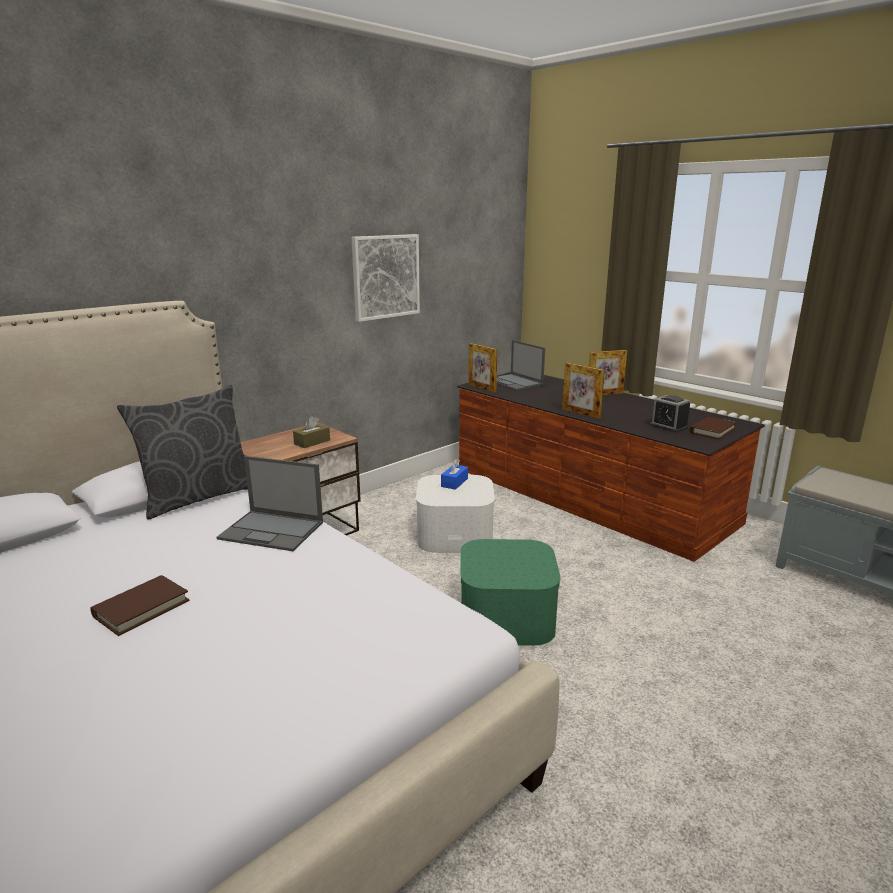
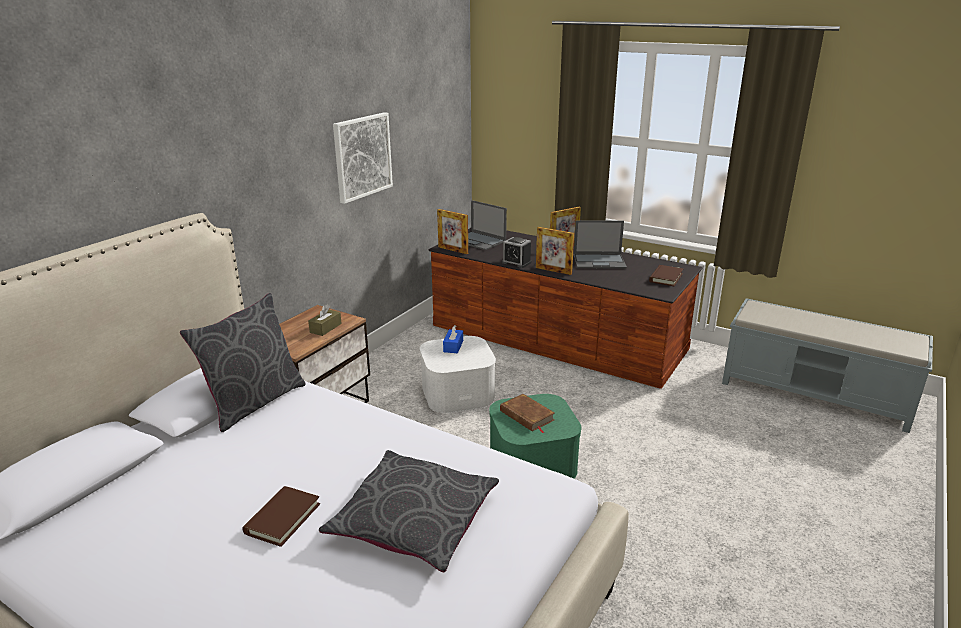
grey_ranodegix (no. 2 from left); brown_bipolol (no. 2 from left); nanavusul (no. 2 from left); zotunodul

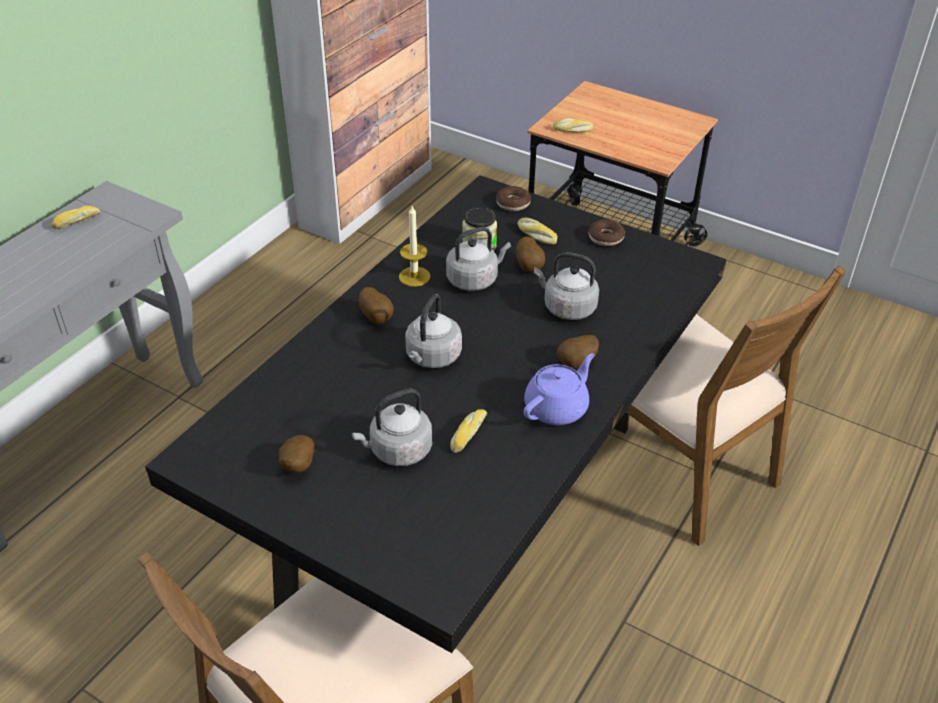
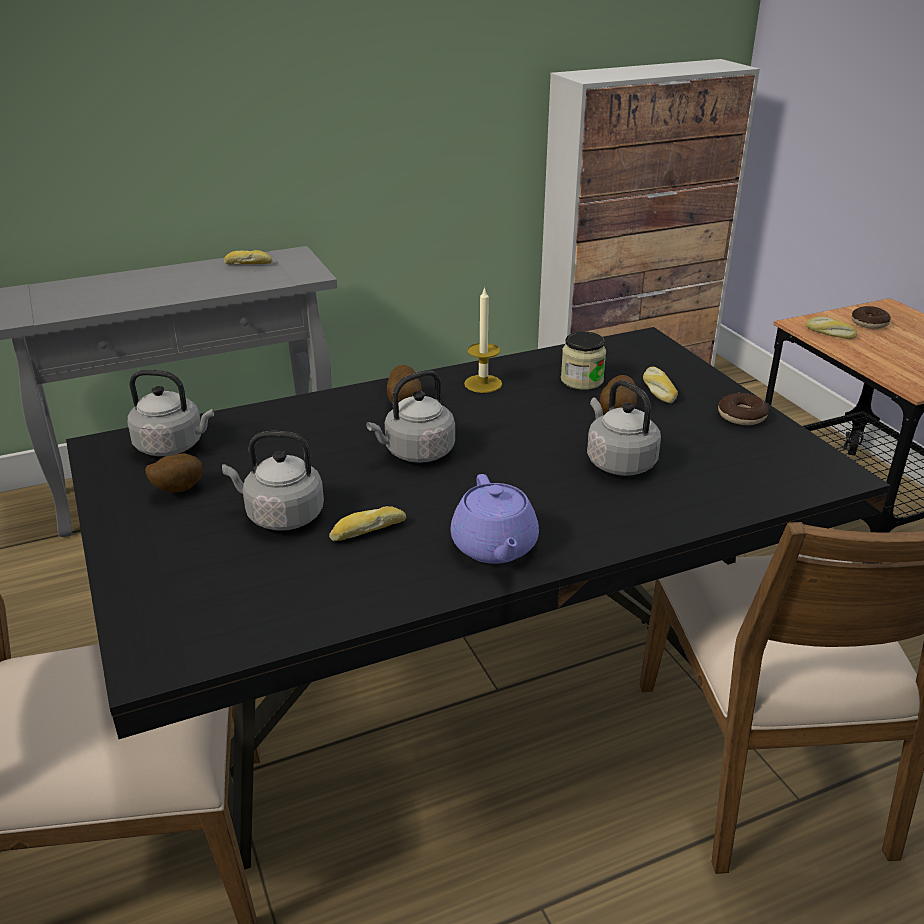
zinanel (no. 4 from left in the first image); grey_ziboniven (no. 1 from left); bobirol (no. 2 from left); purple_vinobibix

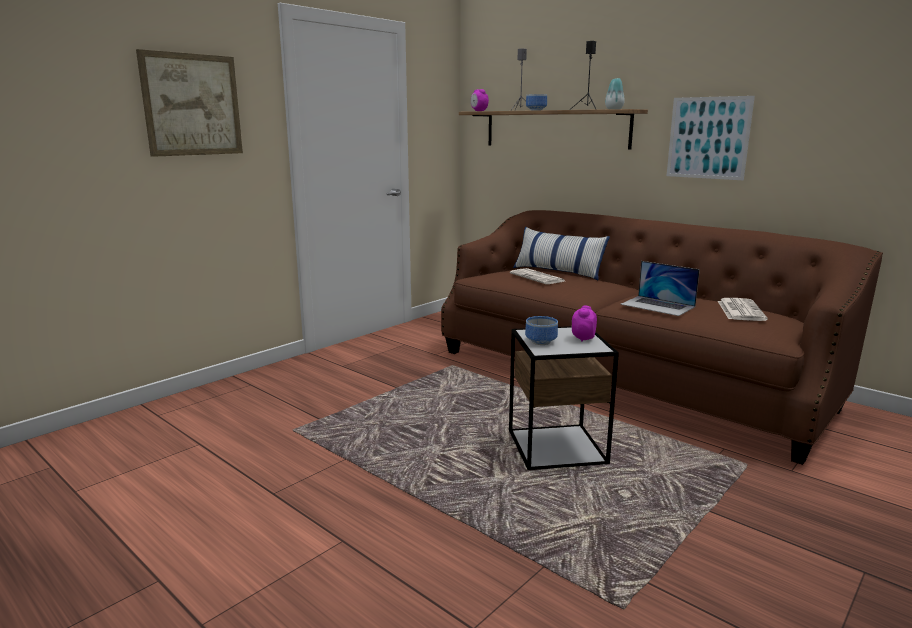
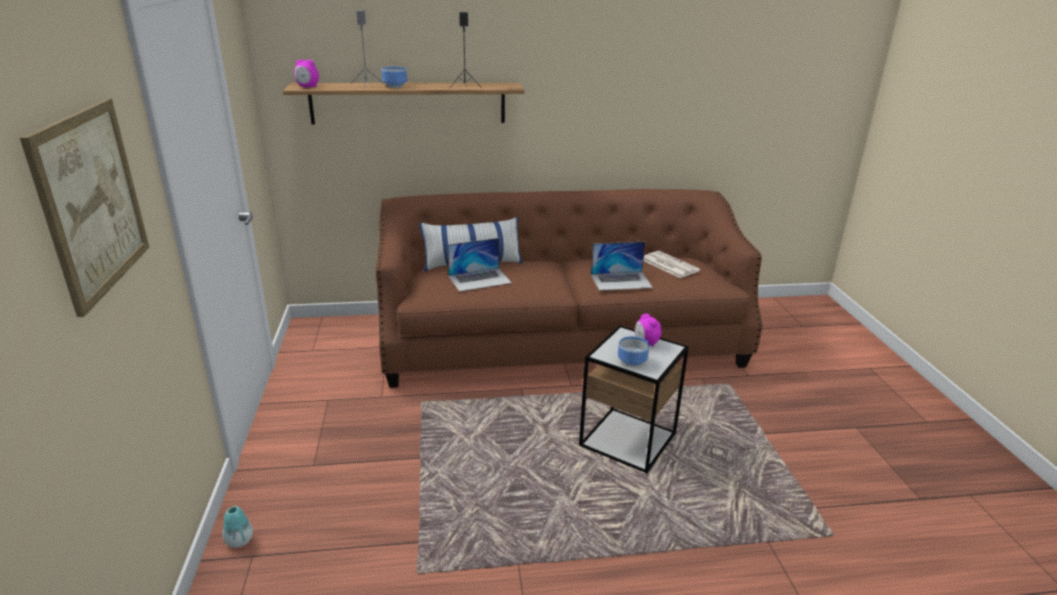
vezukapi (no. 2 from left in the first image); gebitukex; nanavusul (no. 1 from left)

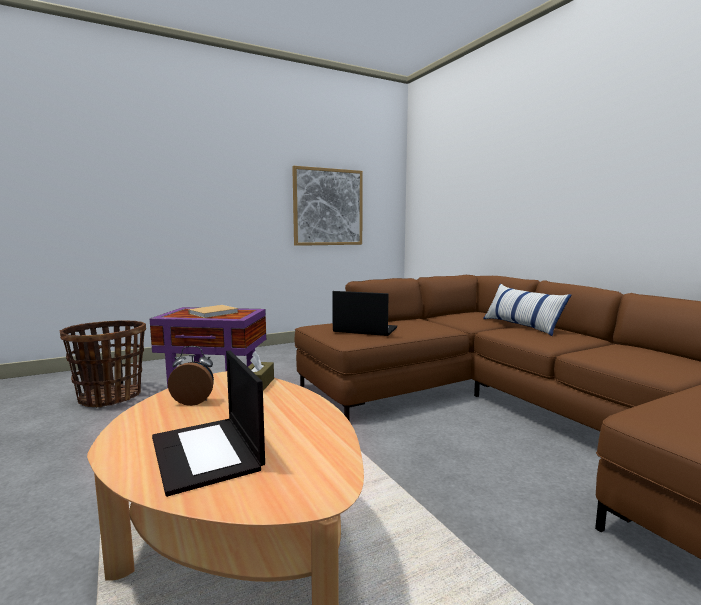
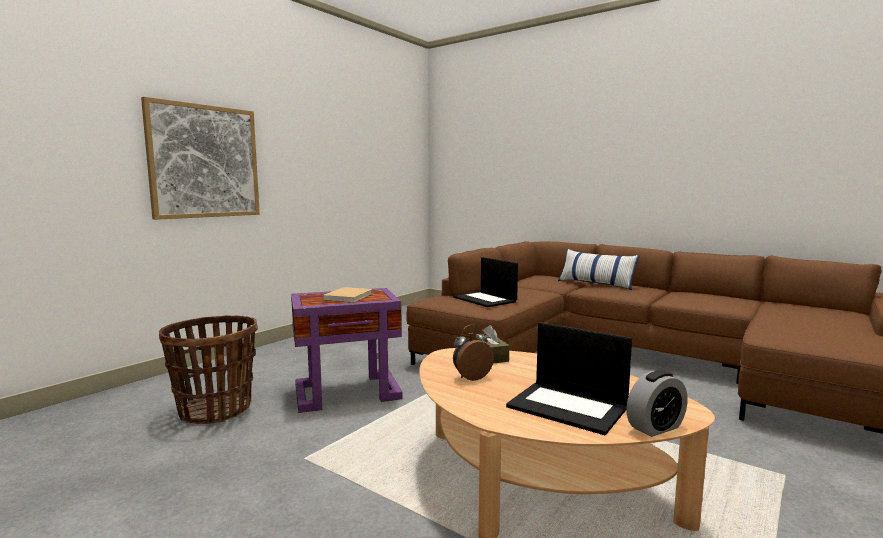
zotunodul (no. 2 from left); vezukapi; nanavusul (no. 1 from left)

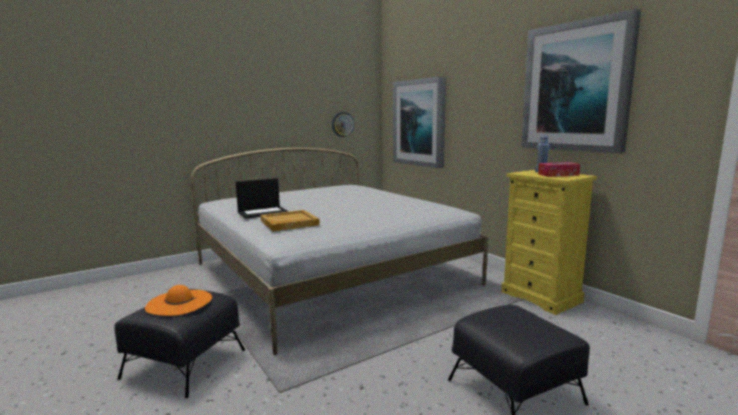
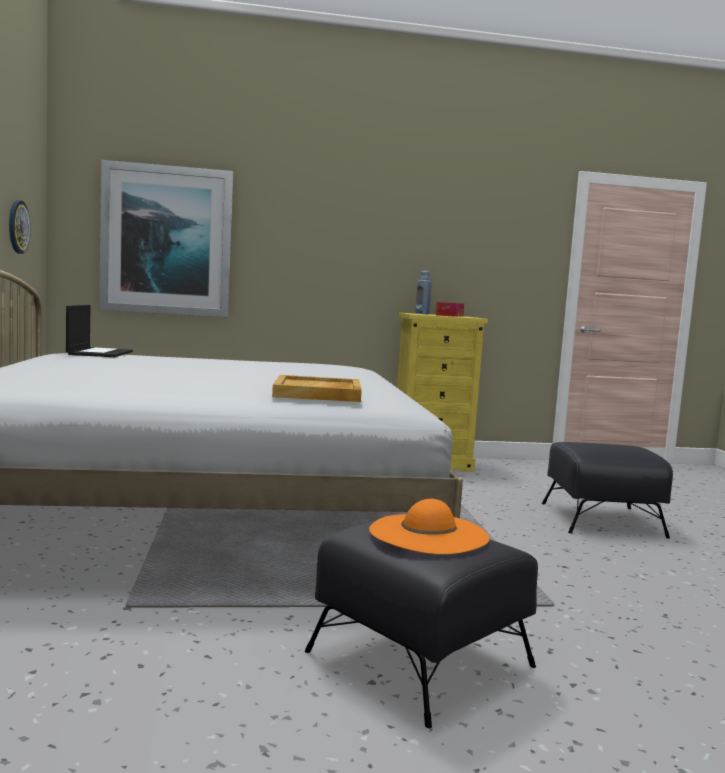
vezukapi (no. 2 from left in the first image); nanavusul

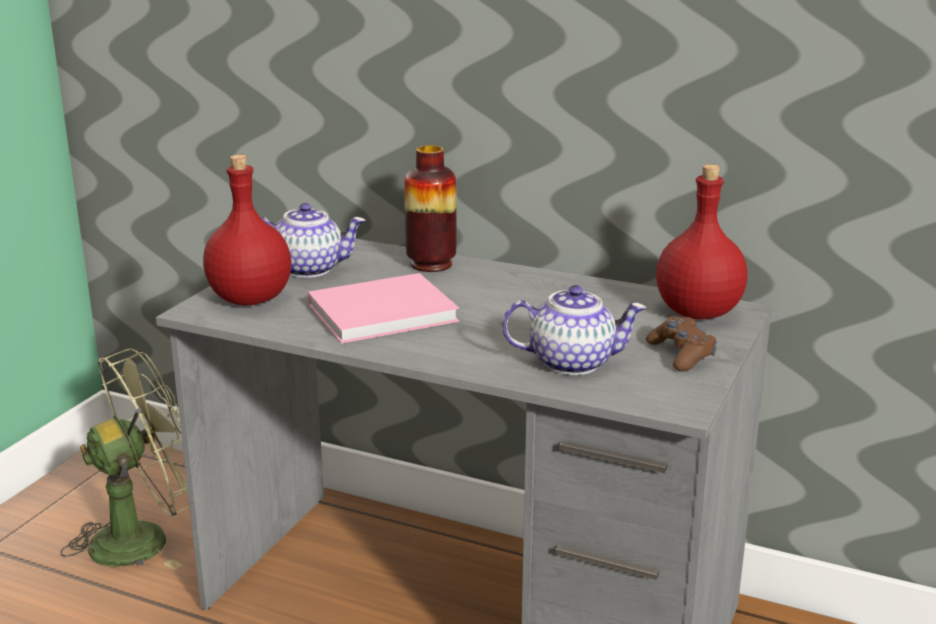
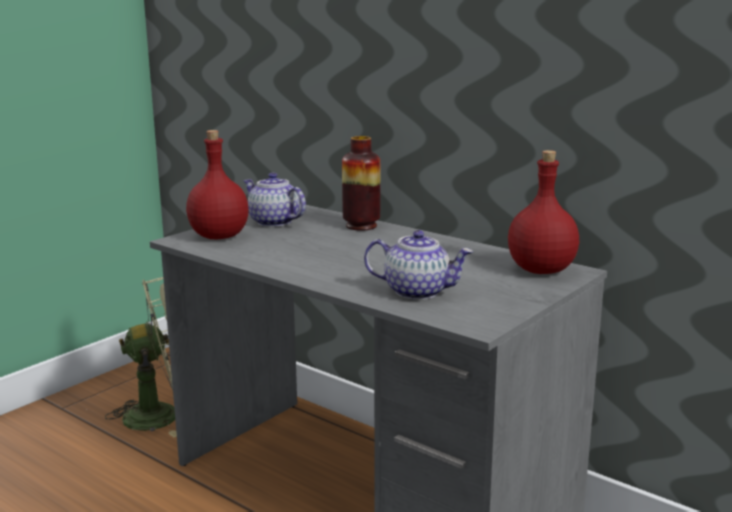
pink_bipolol; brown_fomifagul; vinobibix (no. 1 from left)

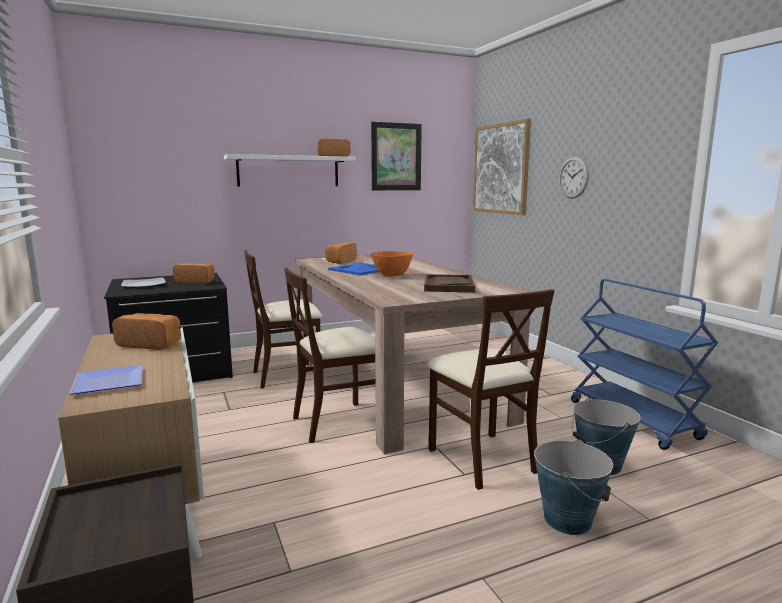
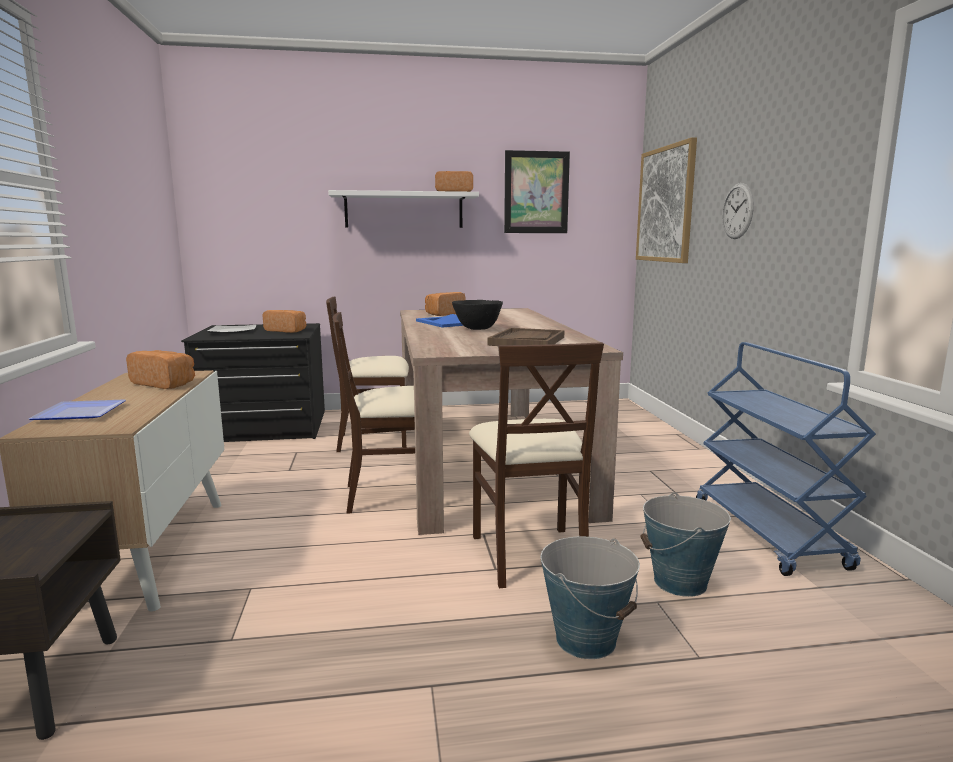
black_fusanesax

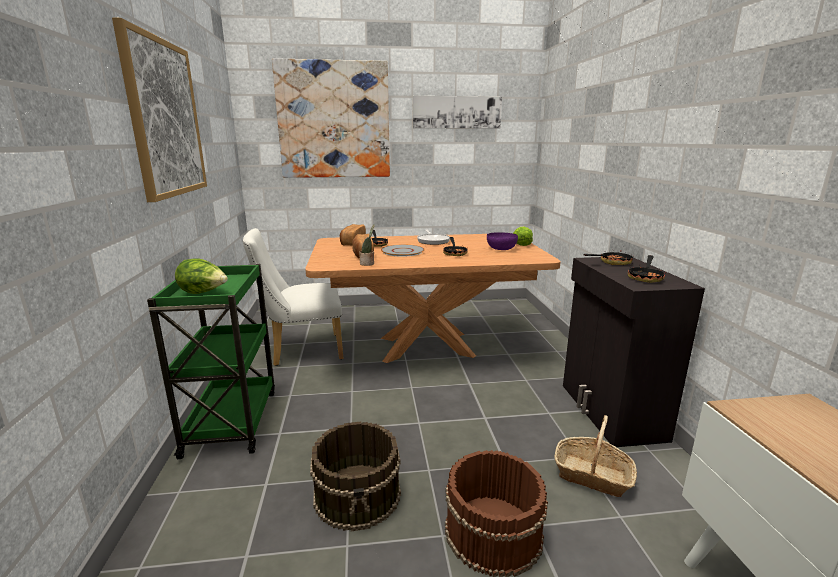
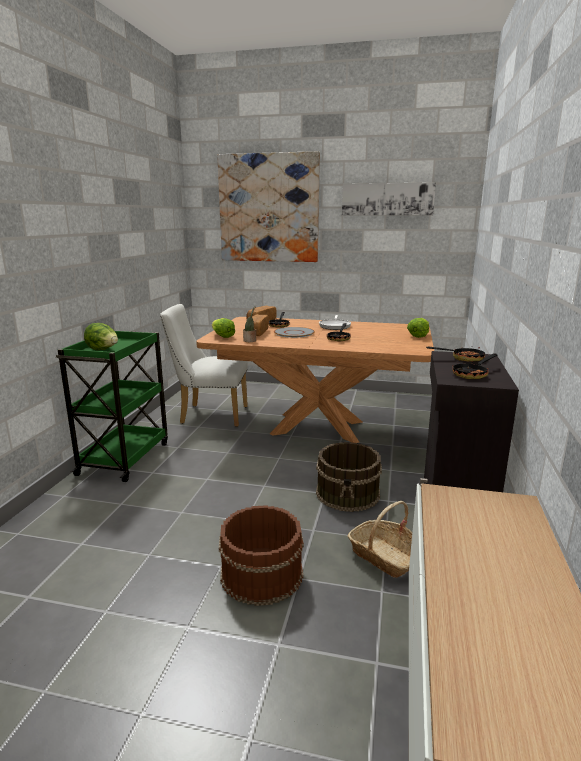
vezukapi (no. 1 from left in the first image); purple_fusanesax; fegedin (no. 2 from left); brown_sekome (no. 2 from left)

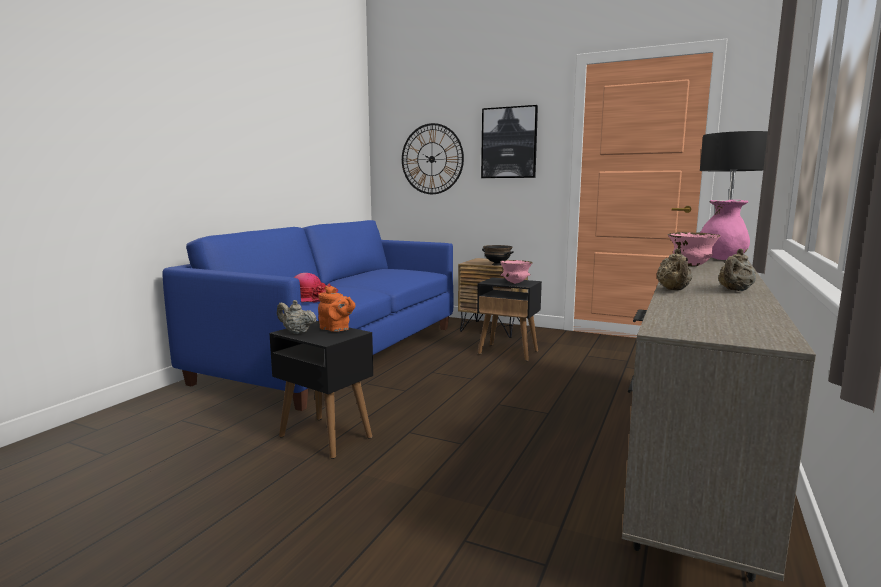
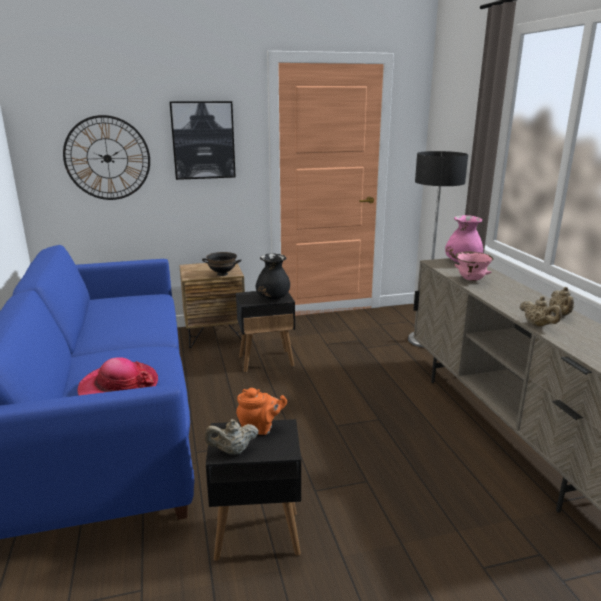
black_gebitukex

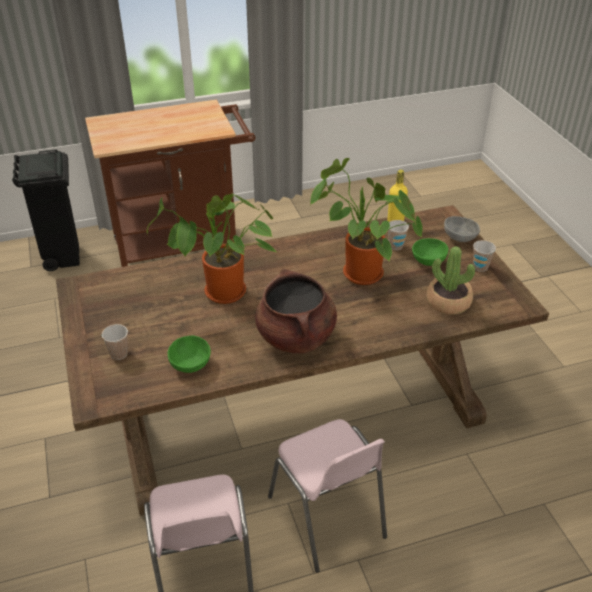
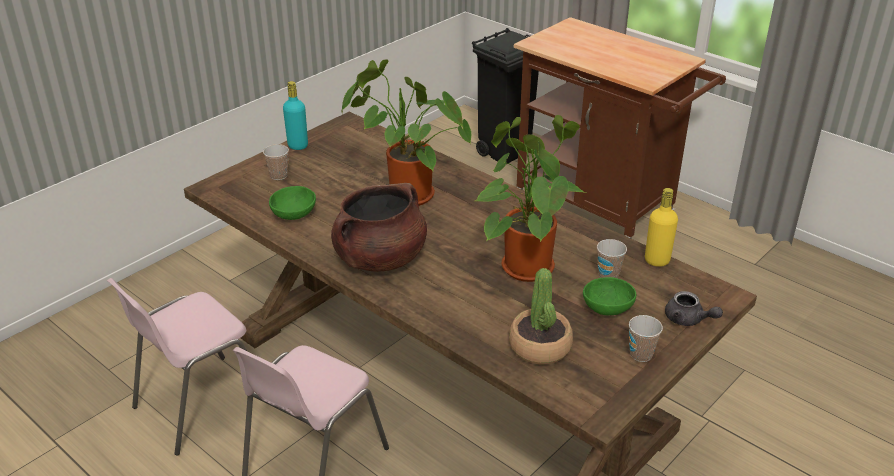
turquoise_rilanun; grey_vinobibix

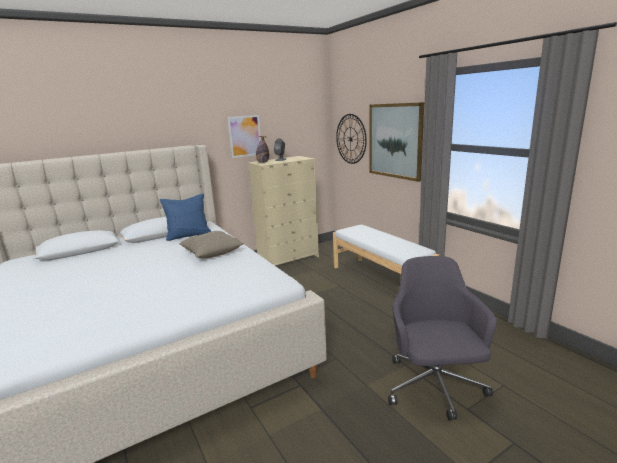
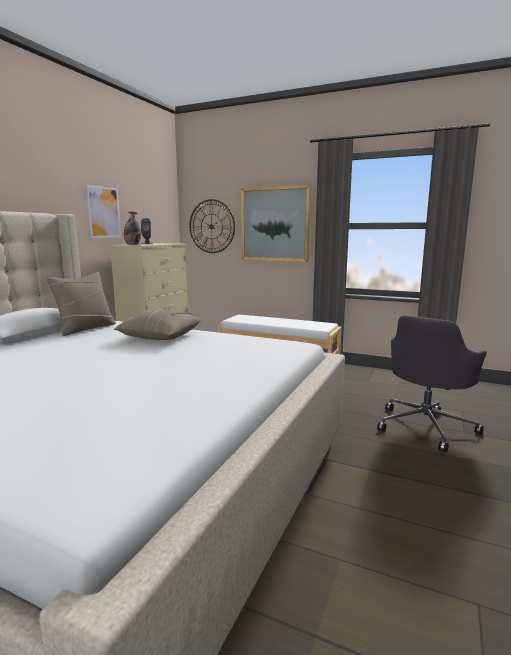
beige_ranodegix (no. 1 from left); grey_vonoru

